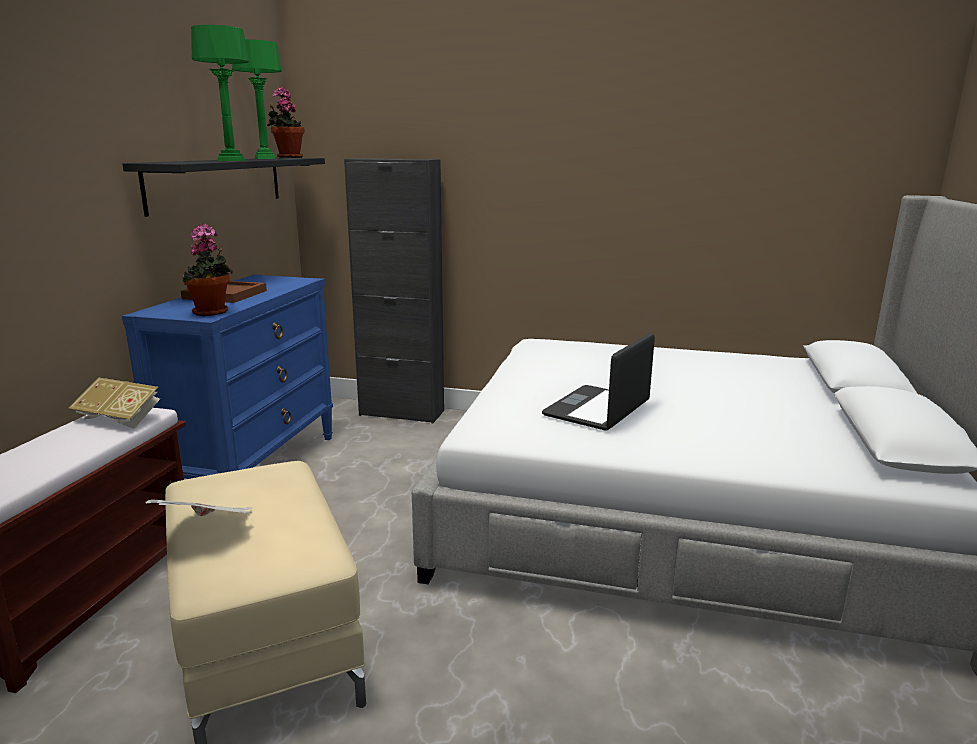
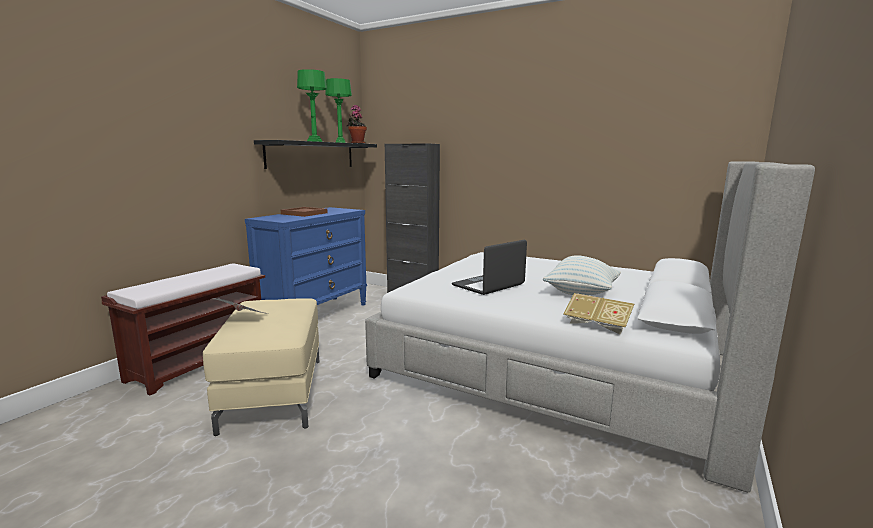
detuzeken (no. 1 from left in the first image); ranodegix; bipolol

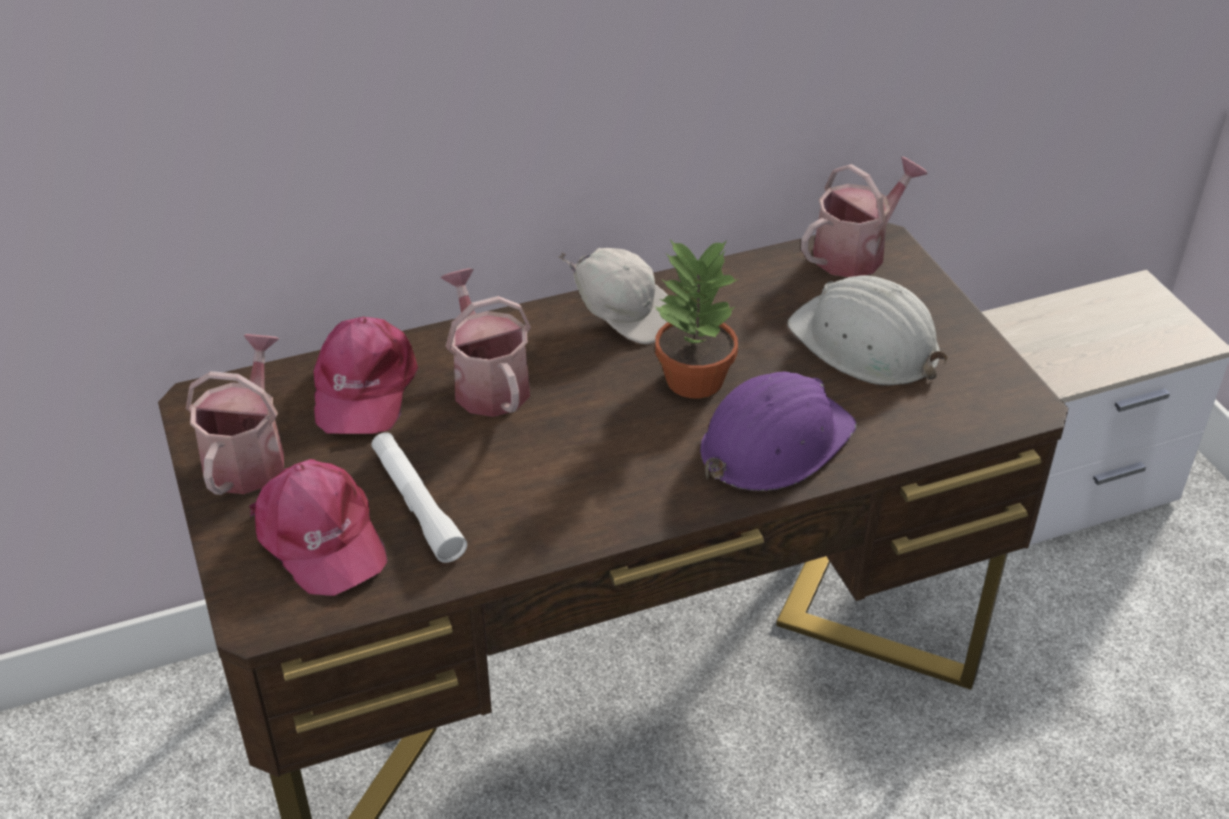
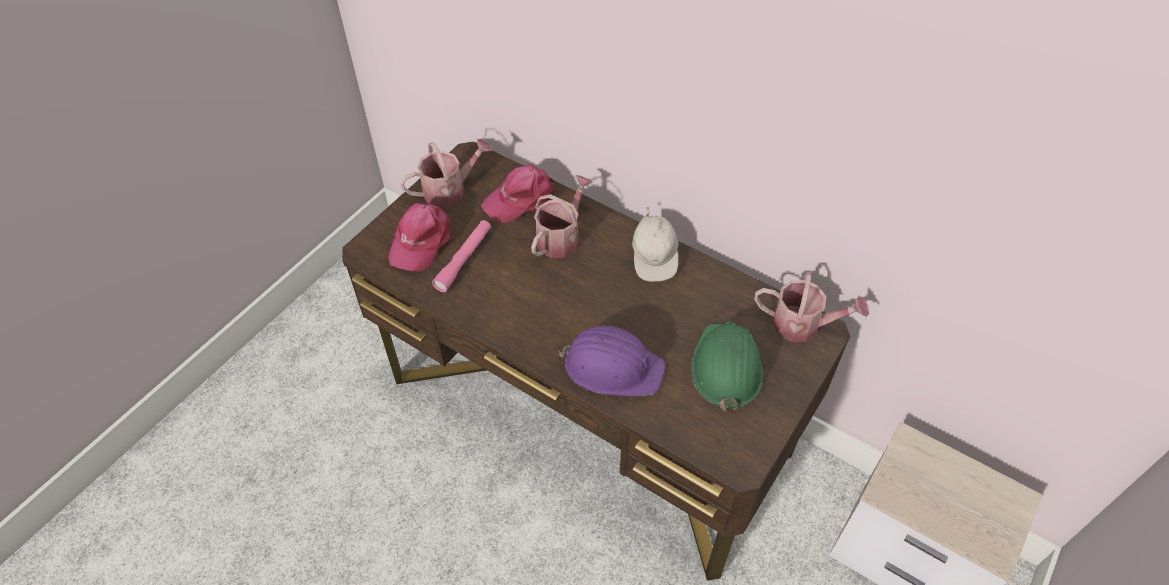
detuzeken; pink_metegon; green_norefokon

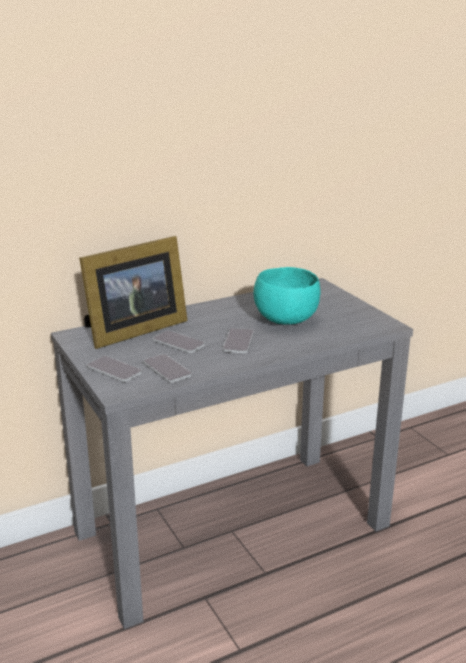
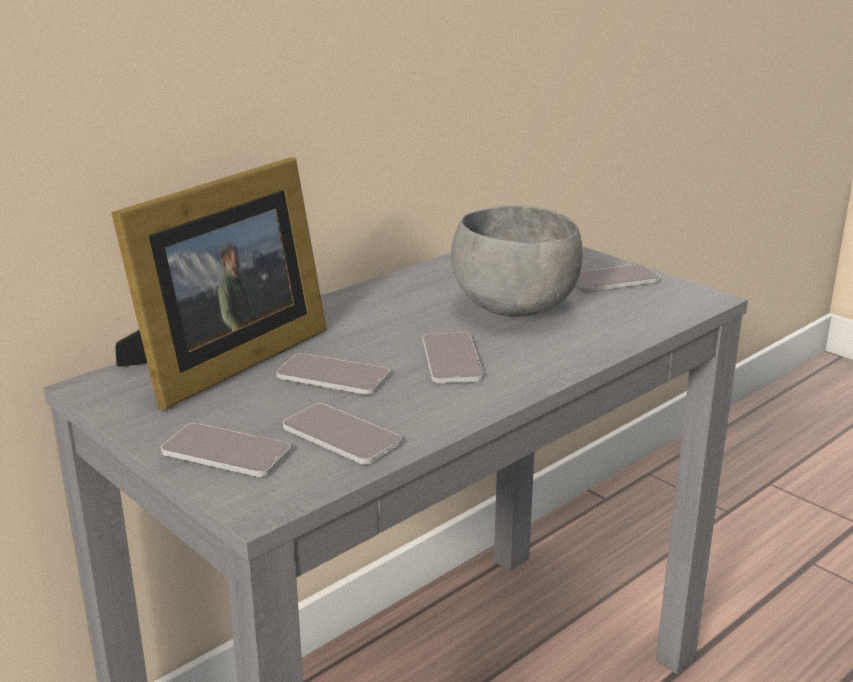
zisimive (no. 5 from left); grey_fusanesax

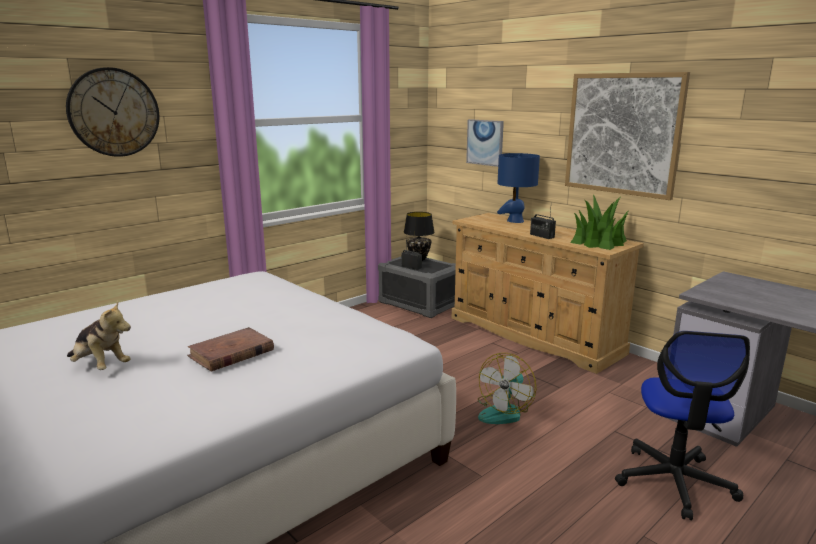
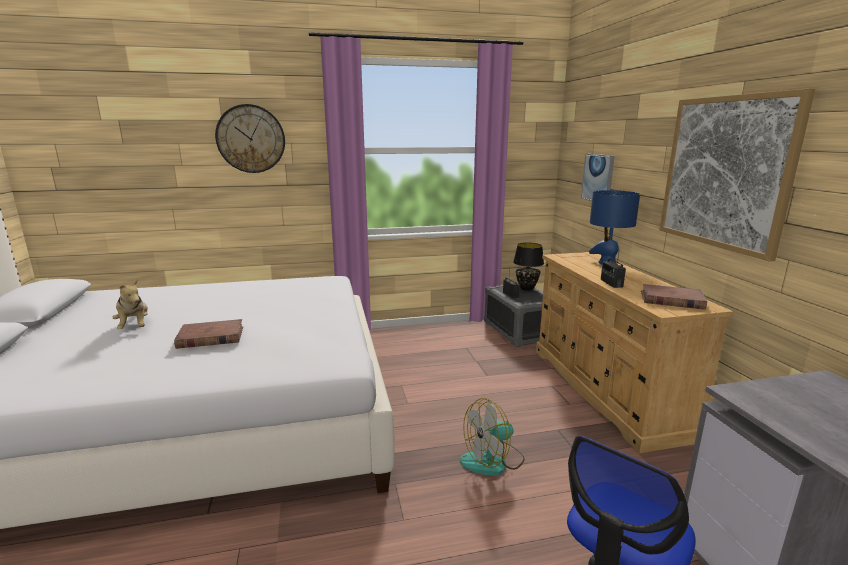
brown_bipolol (no. 2 from left)

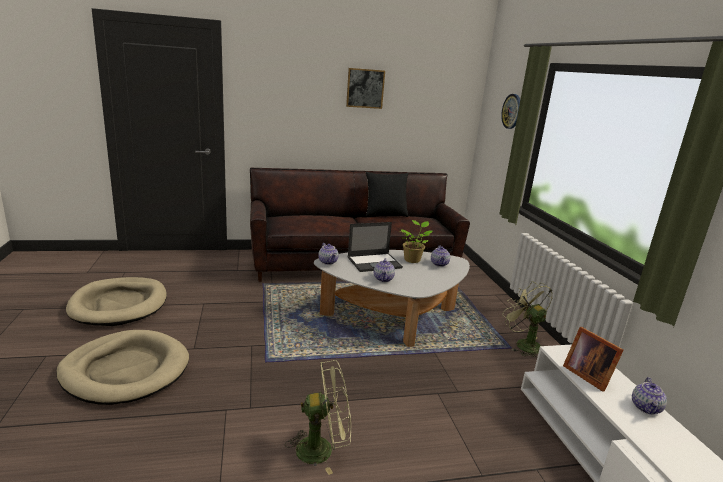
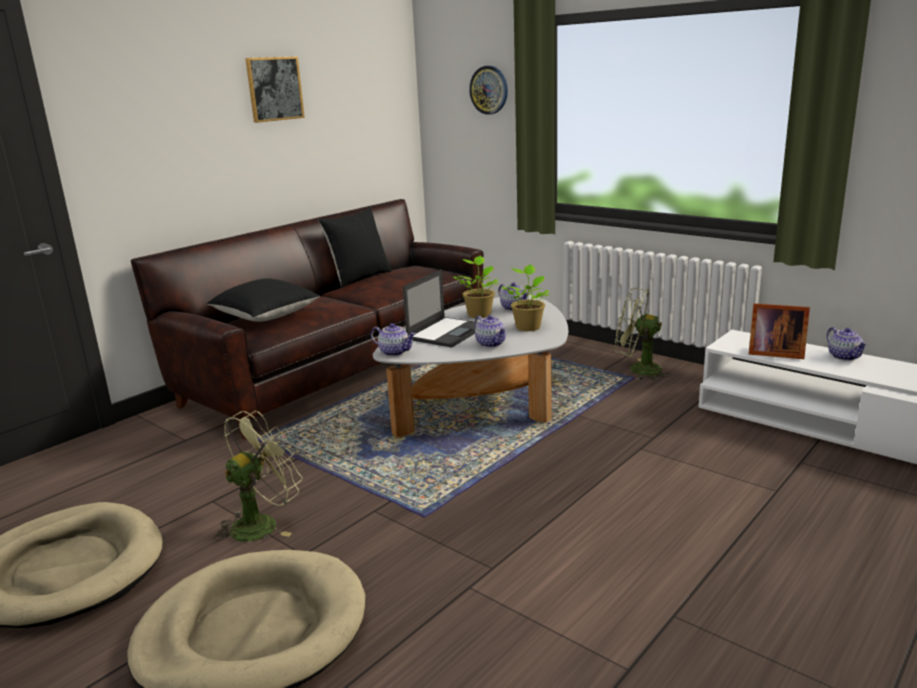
black_ranodegix (no. 1 from left); detuzeken (no. 2 from left); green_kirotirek (no. 1 from left)

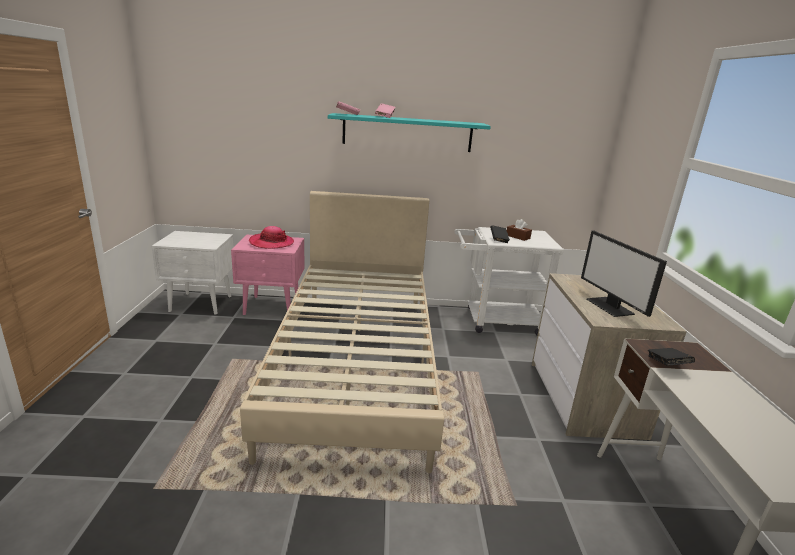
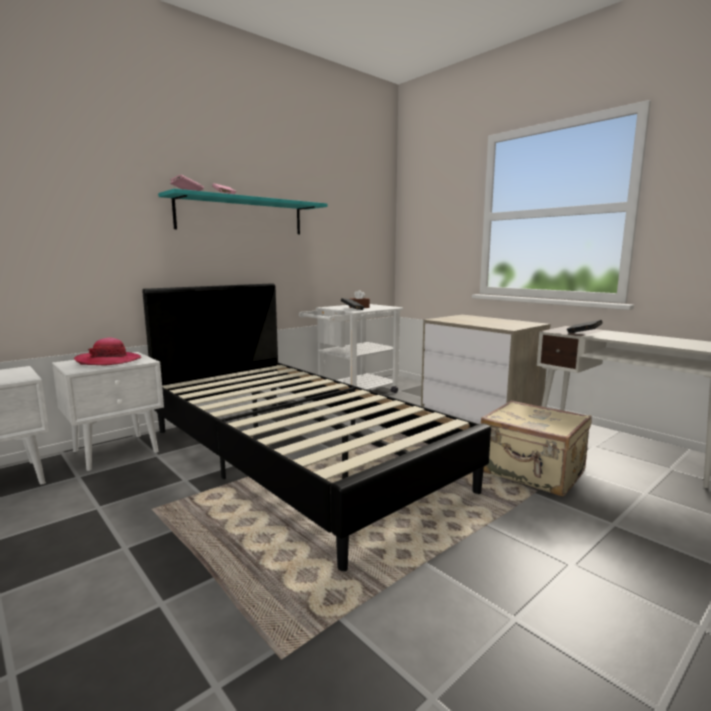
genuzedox; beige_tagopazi; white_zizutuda (no. 2 from left); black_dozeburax

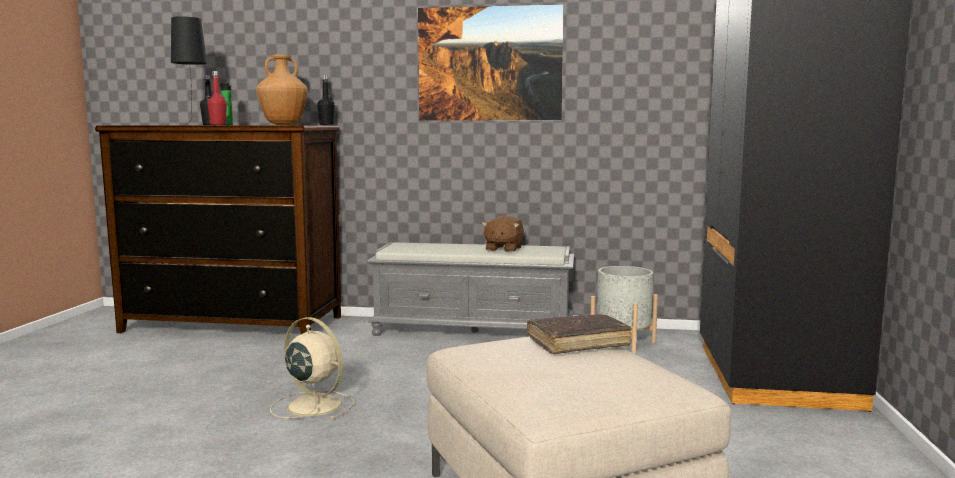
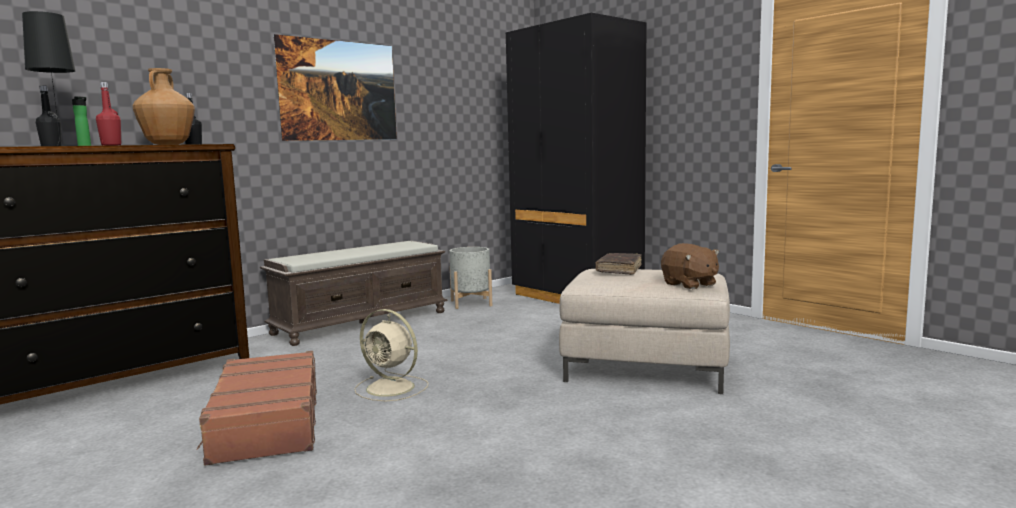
brown_tagopazi; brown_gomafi; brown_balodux; beige_kirotirek

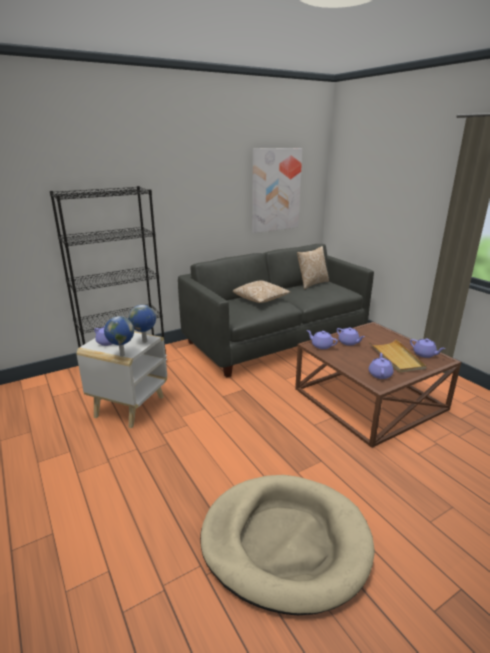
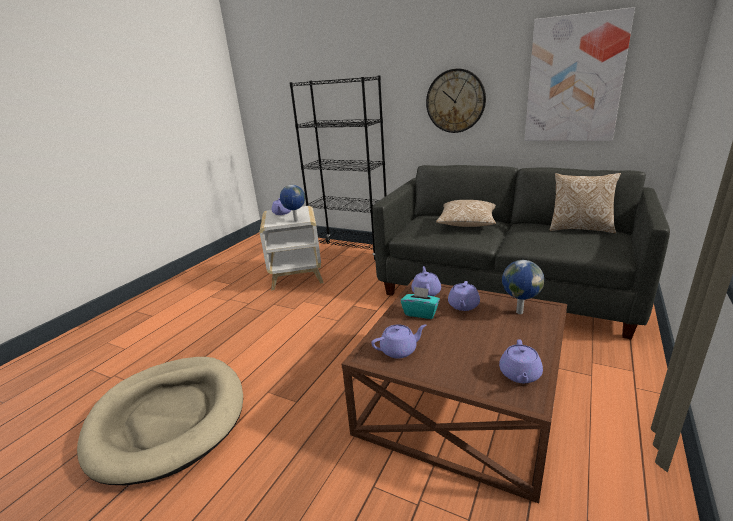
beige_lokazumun; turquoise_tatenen; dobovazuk; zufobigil (no. 2 from left)

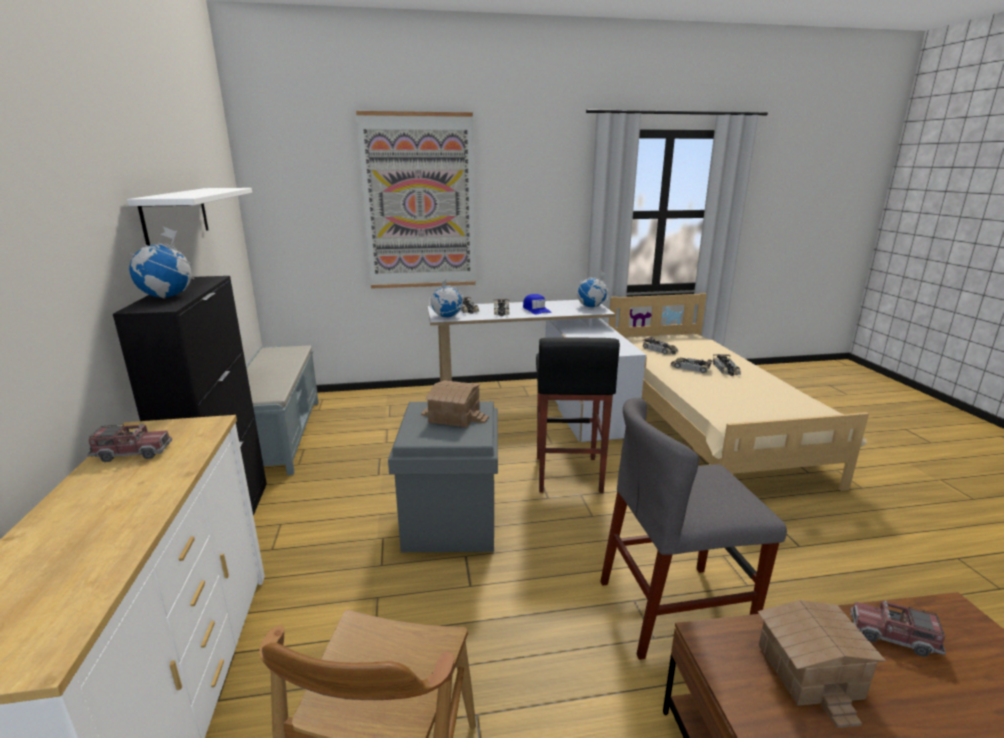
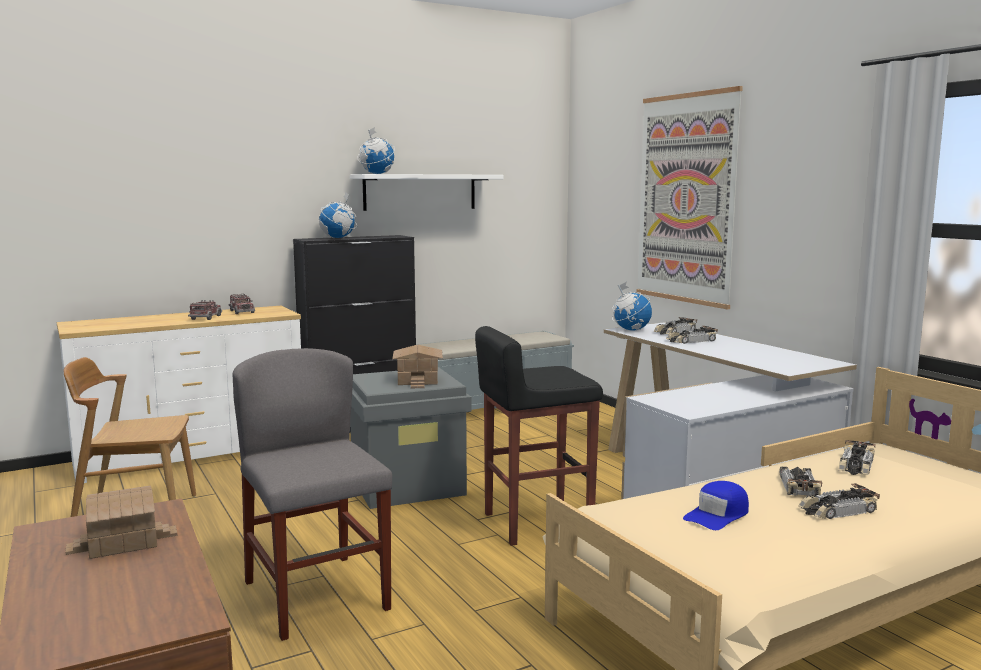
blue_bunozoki; zufobigil (no. 2 from left); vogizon (no. 1 from left)

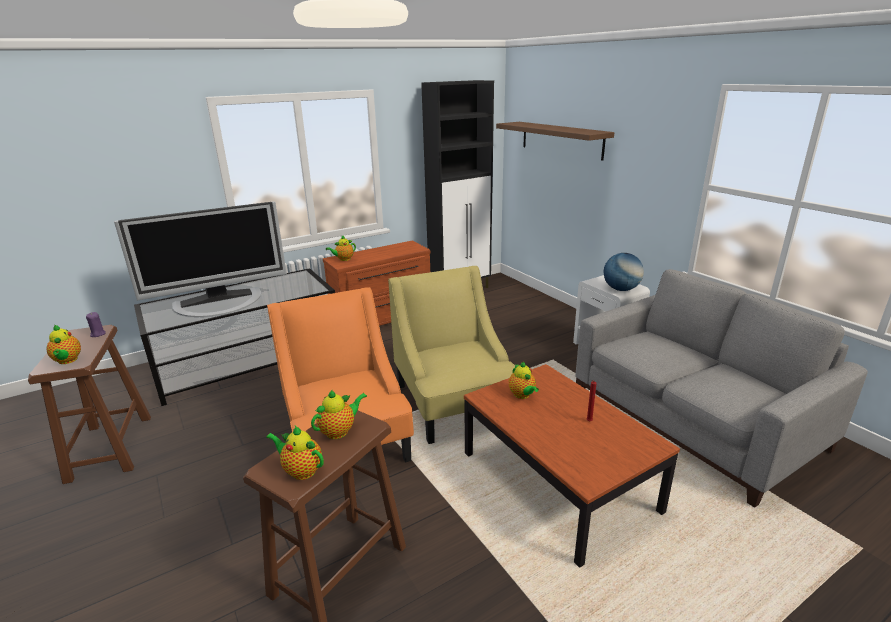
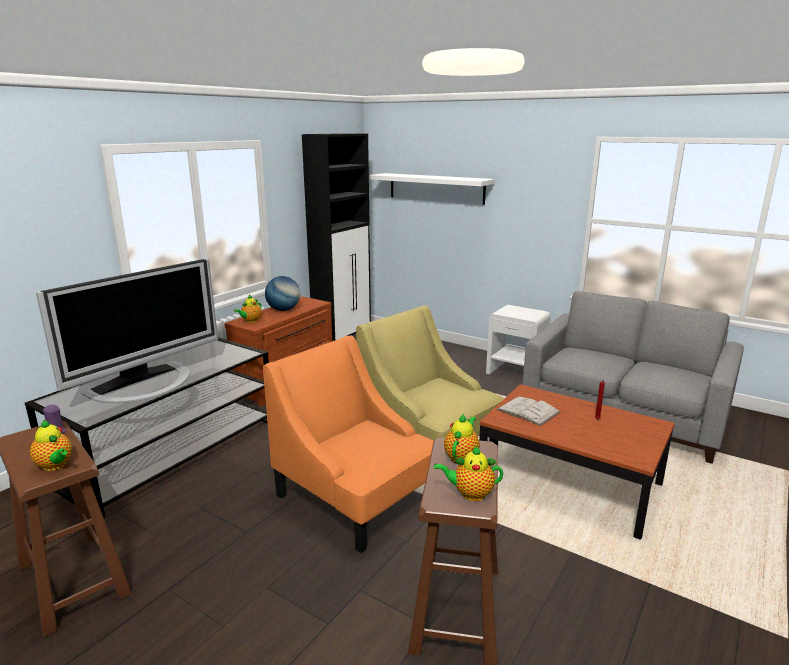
zufobigil; white_bipolol; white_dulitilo

